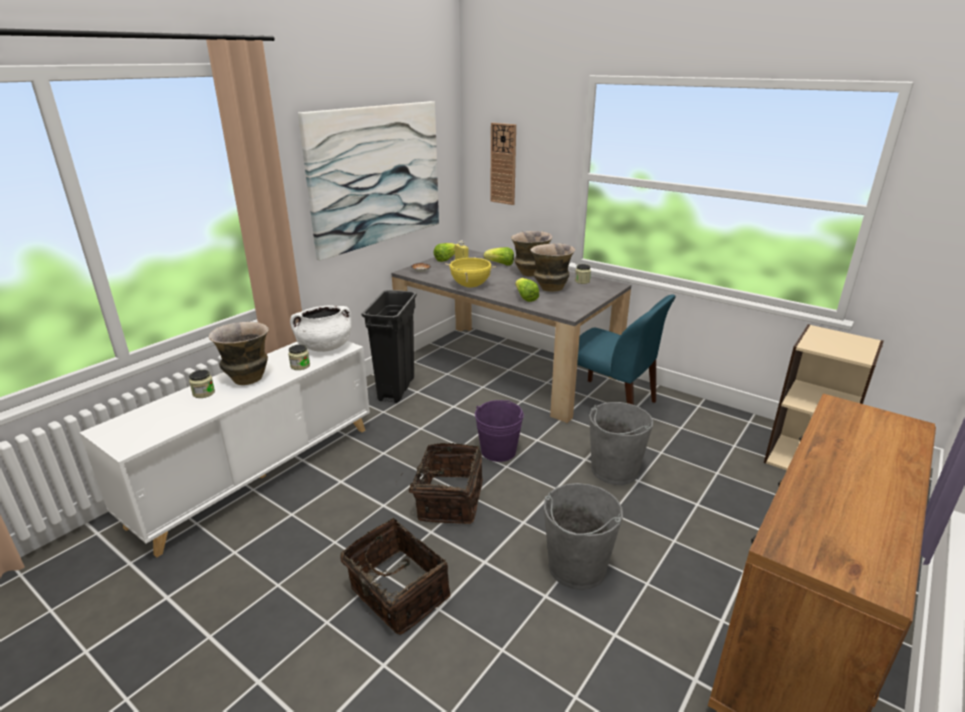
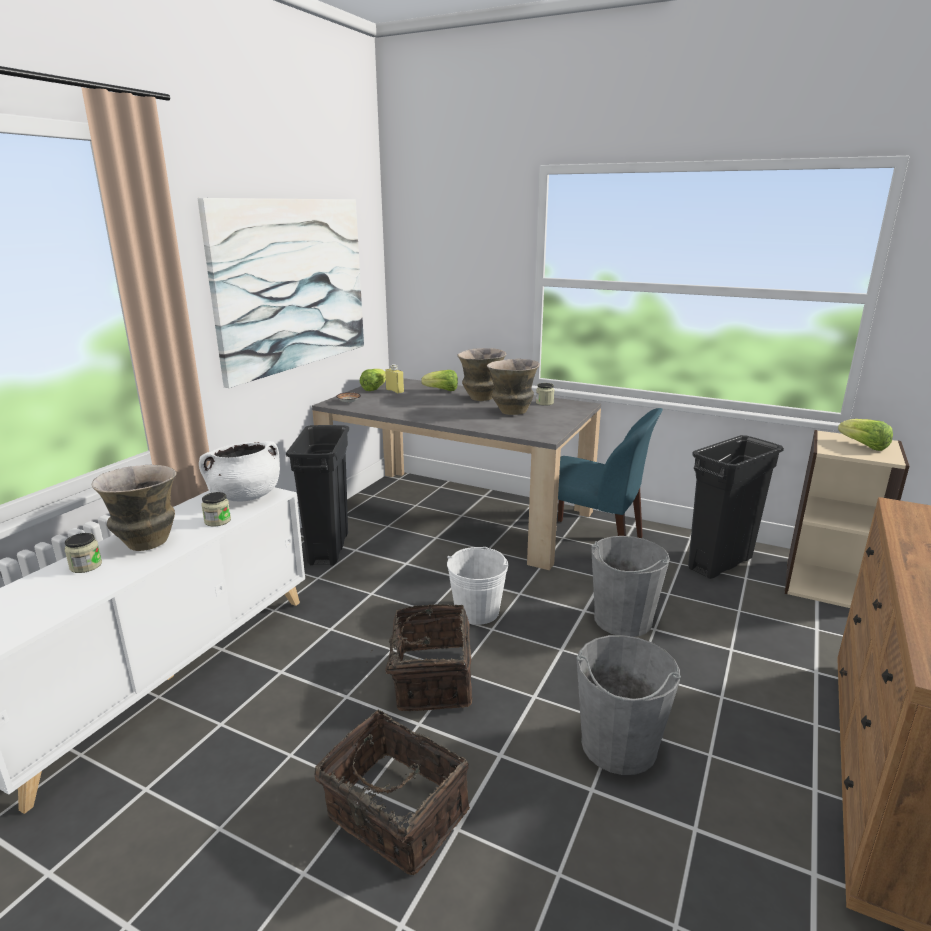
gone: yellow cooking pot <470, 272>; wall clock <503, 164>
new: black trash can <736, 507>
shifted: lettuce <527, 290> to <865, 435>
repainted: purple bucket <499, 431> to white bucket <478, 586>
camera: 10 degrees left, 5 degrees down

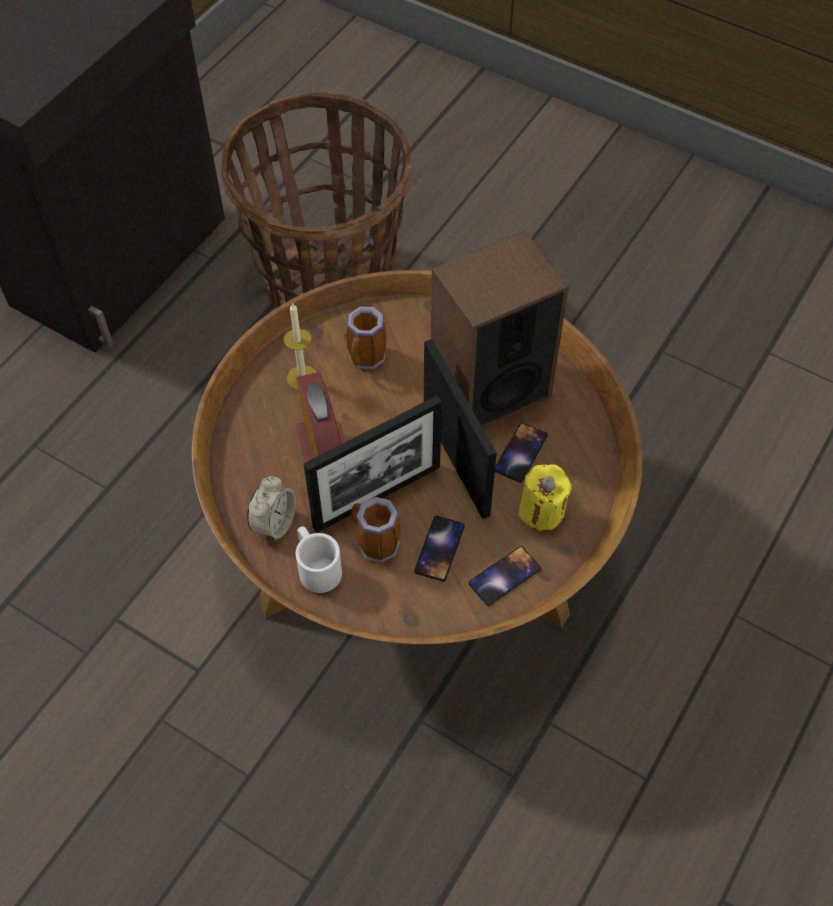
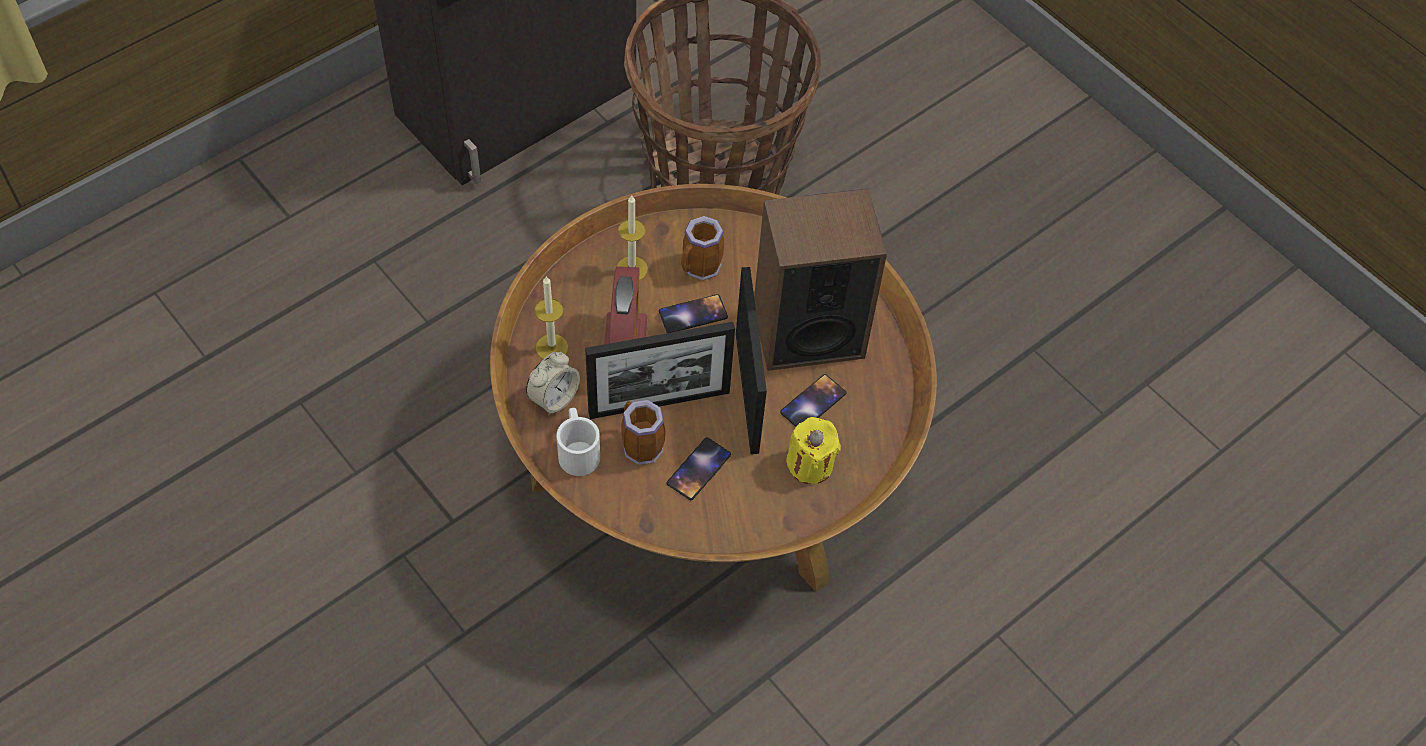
new: candle <551, 317>
shifted: phone <504, 576> to <693, 313>
camera: 15 degrees right, 0 degrees up

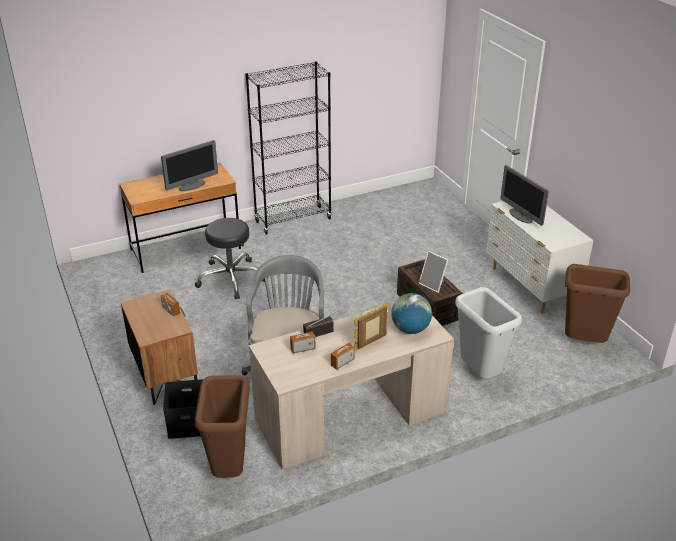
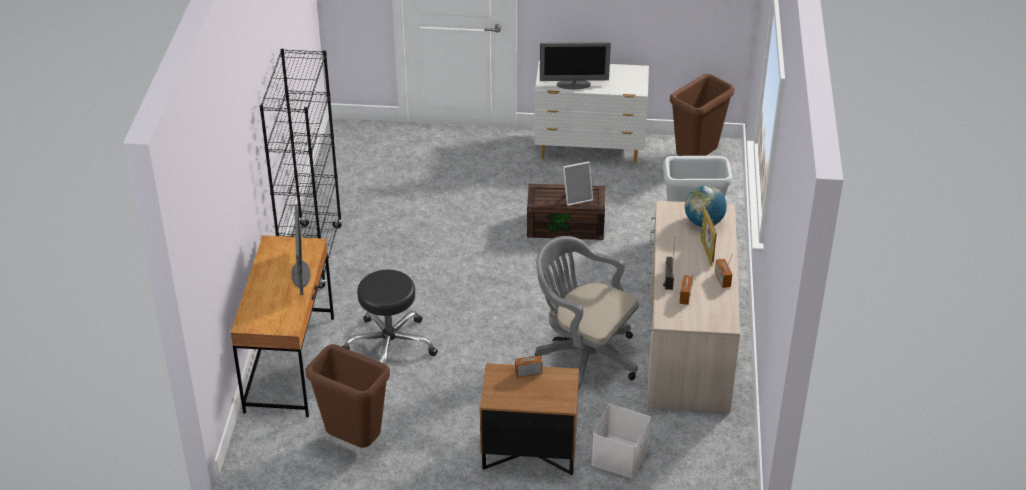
shifted: brown trash can <222, 426> to <348, 396>
repainted: black storage box <183, 409> to white storage box <621, 441>
camera: 60 degrees left, 5 degrees up

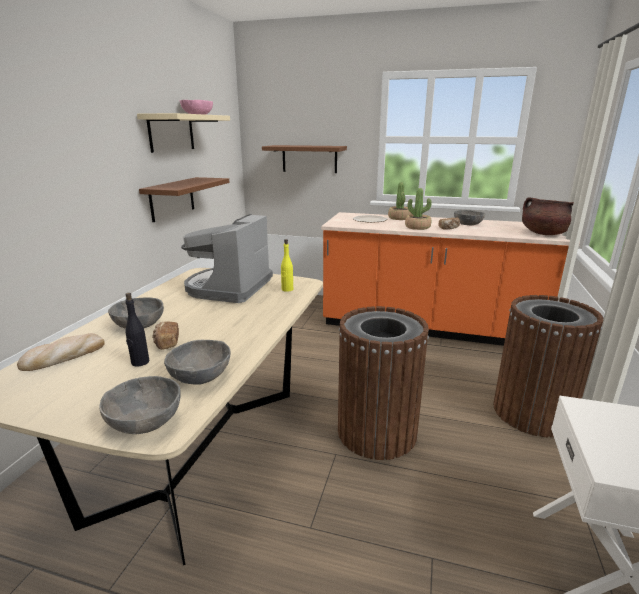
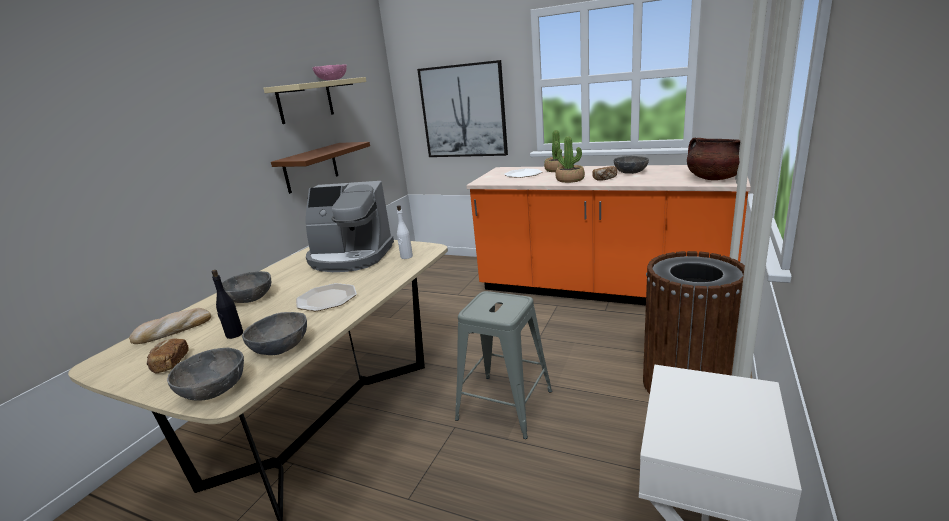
new: plate <326, 297>
shifted: bread <165, 335> to <168, 356>
swapped: brown shelf <304, 159> to picture <462, 108>; brown trash can <383, 383> to grey stool <503, 365>
repainted: yellow bottle <287, 265> to white bottle <405, 232>
rotated: coffee machine <227, 258> = <350, 226> 105 degrees counterclockwise
camera: 10 degrees right, 0 degrees up

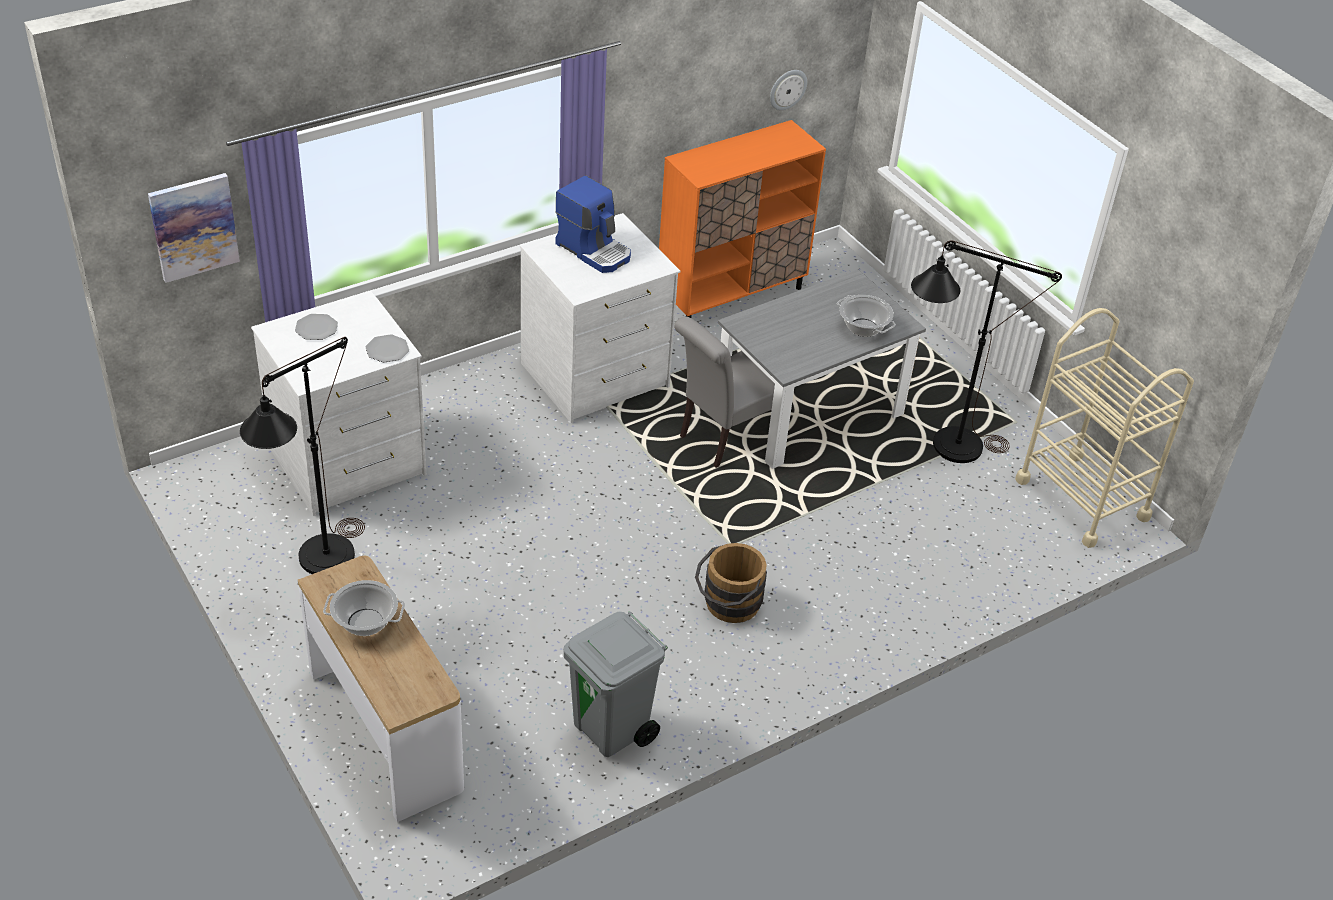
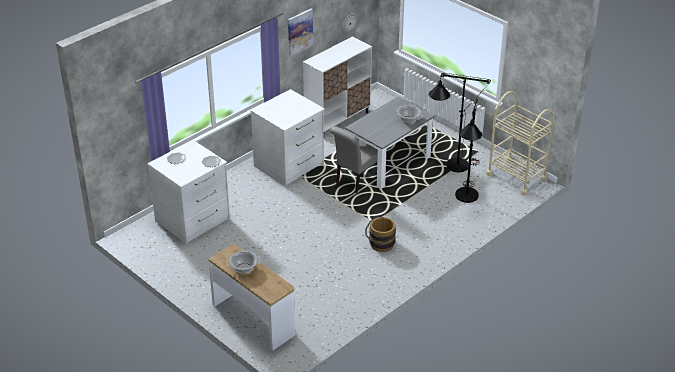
gone: coffee machine <593, 224>; grey trash can <615, 684>
shifted: picture <194, 228> to <300, 32>; black floor lamp <302, 455> to <468, 151>
repainted: orange cabinet <742, 219> to white cabinet <337, 84>
camera: 10 degrees left, 5 degrees down

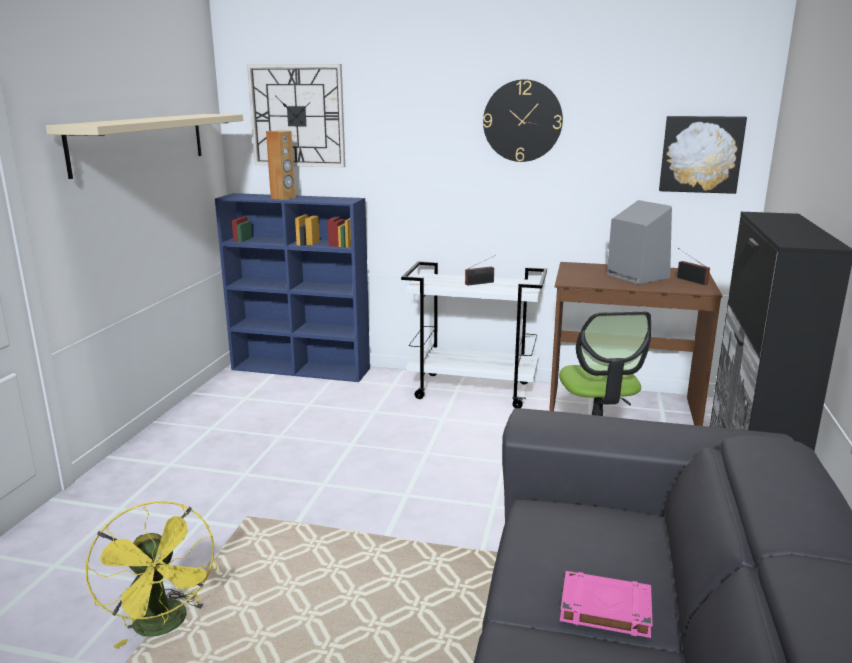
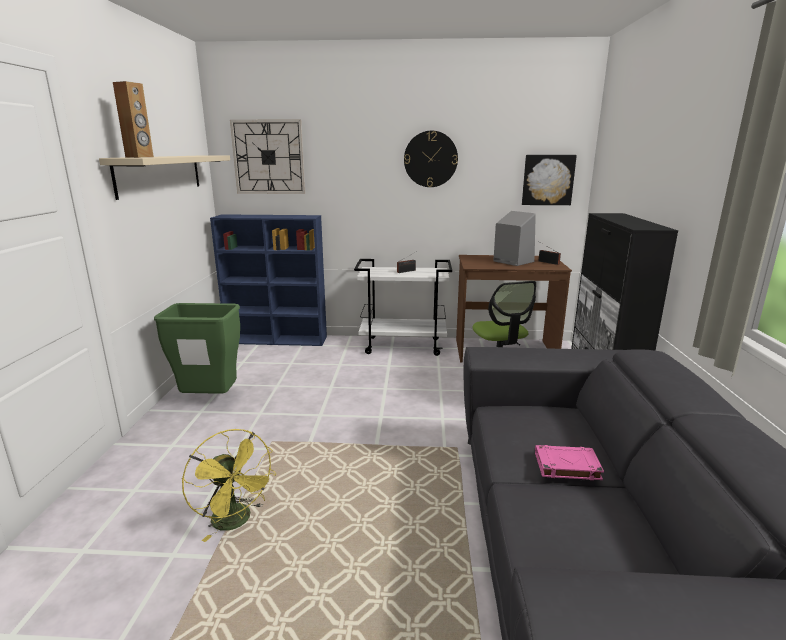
new: green trash can <197, 348>
shifted: brown speaker <280, 165> to <133, 119>
camera: 10 degrees left, 0 degrees up

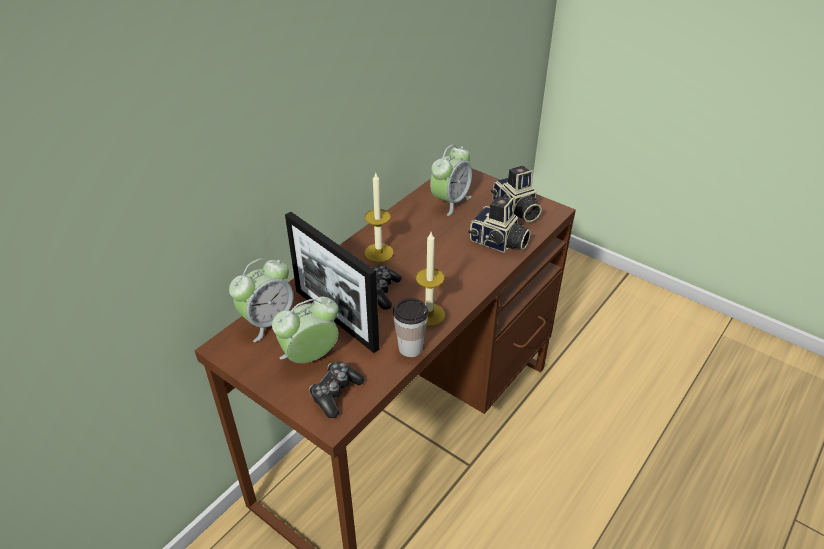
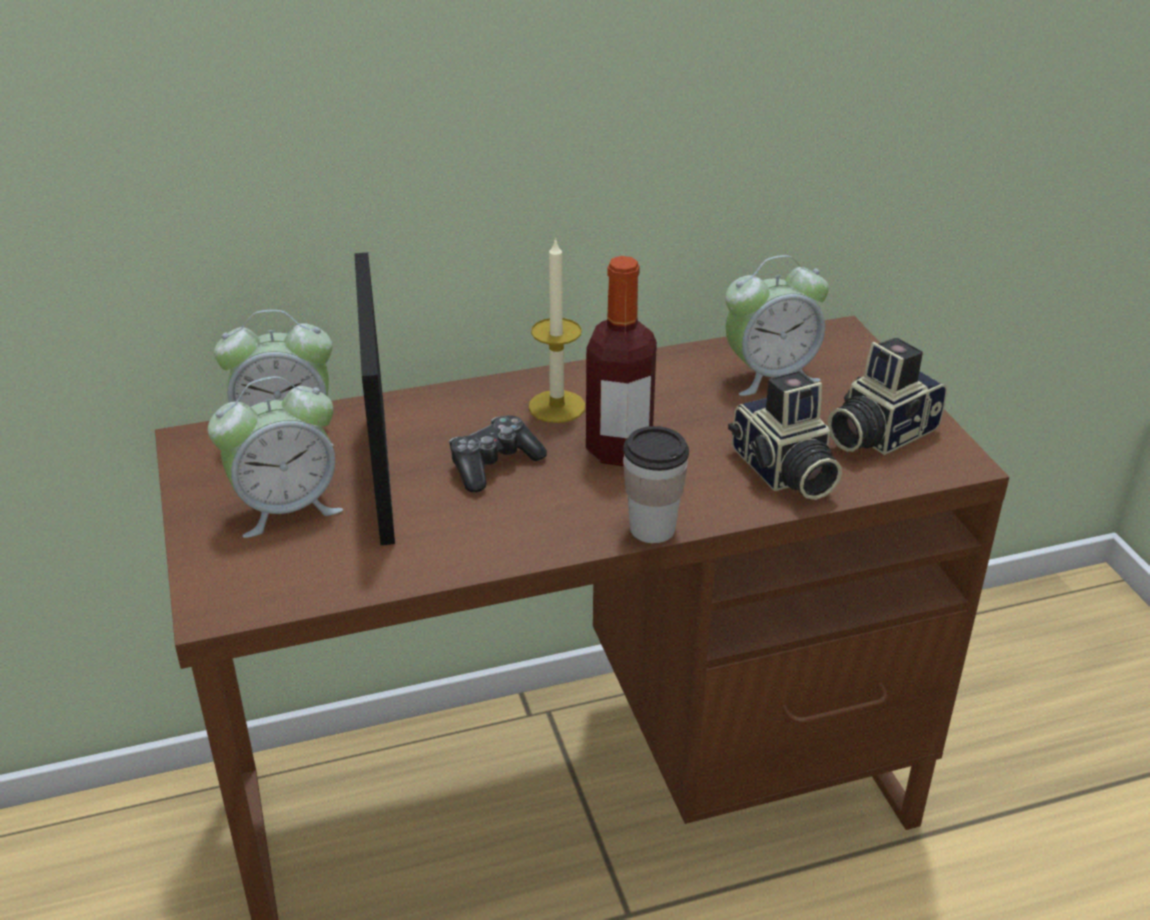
gone: game controller <337, 389>; candle <430, 279>
new: bottle <621, 361>
shifted: cup <410, 327> to <656, 484>
rotated: alarm clock <305, 330> = <275, 457> 150 degrees clockwise; photo camera <516, 193> = <887, 396> 45 degrees clockwise
camera: 35 degrees right, 5 degrees down

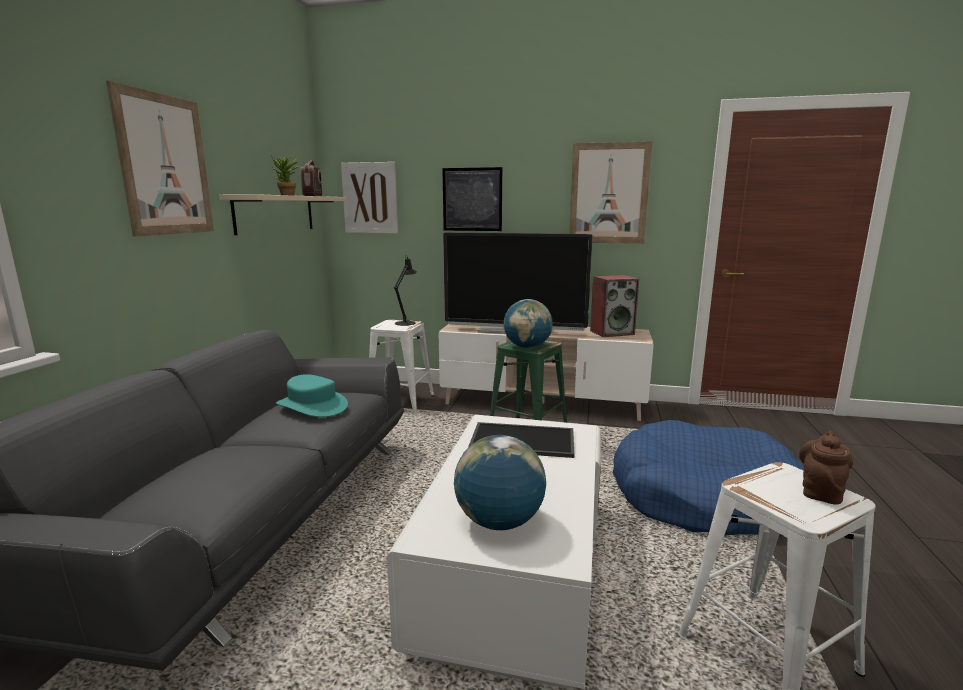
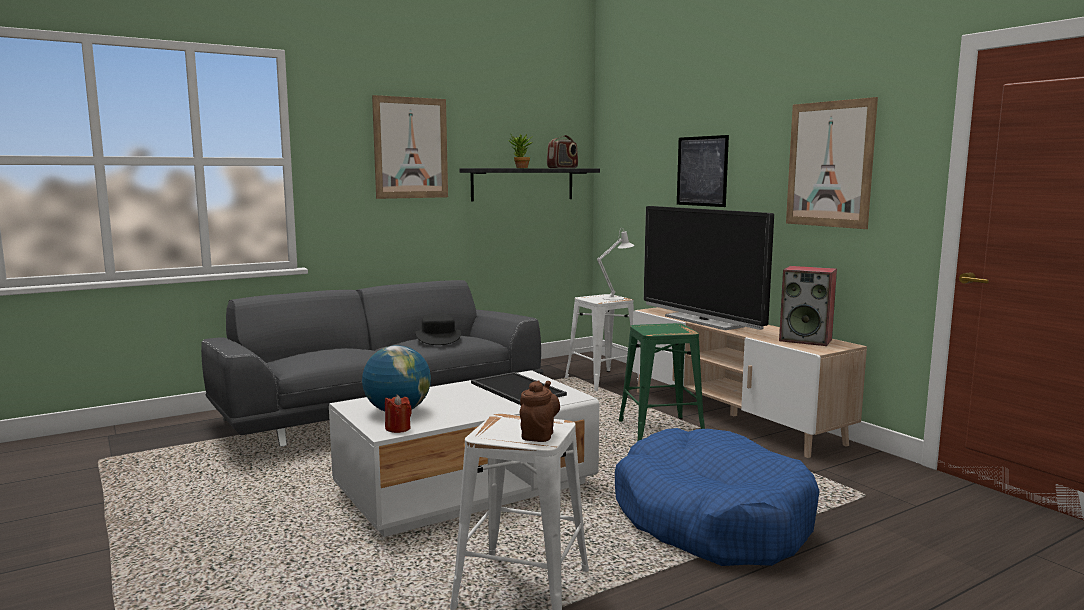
gone: picture <369, 197>; globe <528, 323>
new: red candle <398, 414>
repainted: beige shelf <282, 214> to black shelf <529, 185>; turquoise hat <312, 395> to black hat <438, 329>; black table lamp <405, 291> to white table lamp <615, 264>
rotated: brown teapot <826, 467> = <540, 411> 60 degrees counterclockwise
camera: 45 degrees right, 5 degrees down

